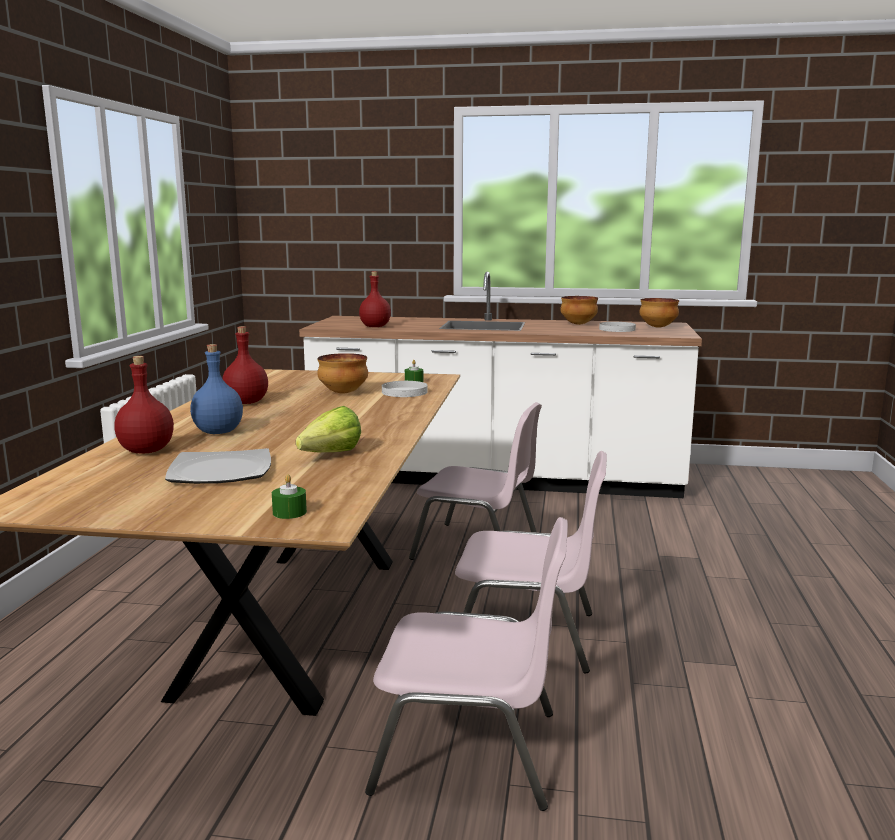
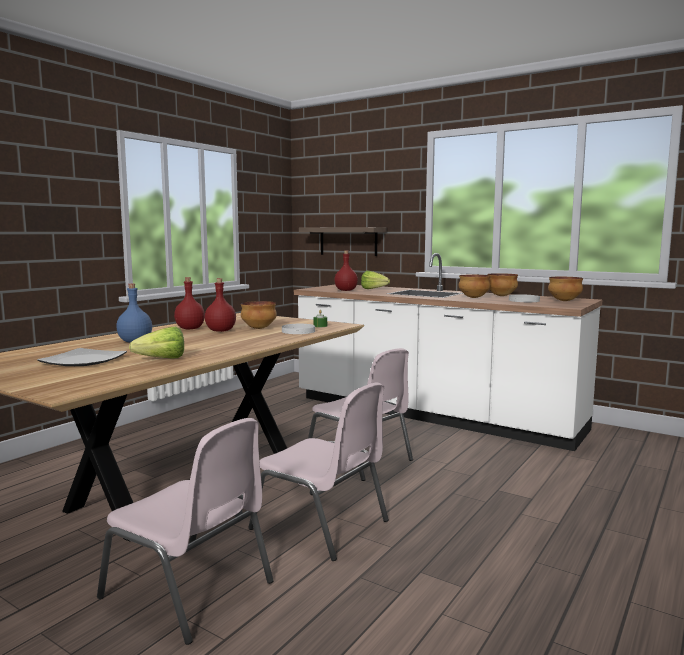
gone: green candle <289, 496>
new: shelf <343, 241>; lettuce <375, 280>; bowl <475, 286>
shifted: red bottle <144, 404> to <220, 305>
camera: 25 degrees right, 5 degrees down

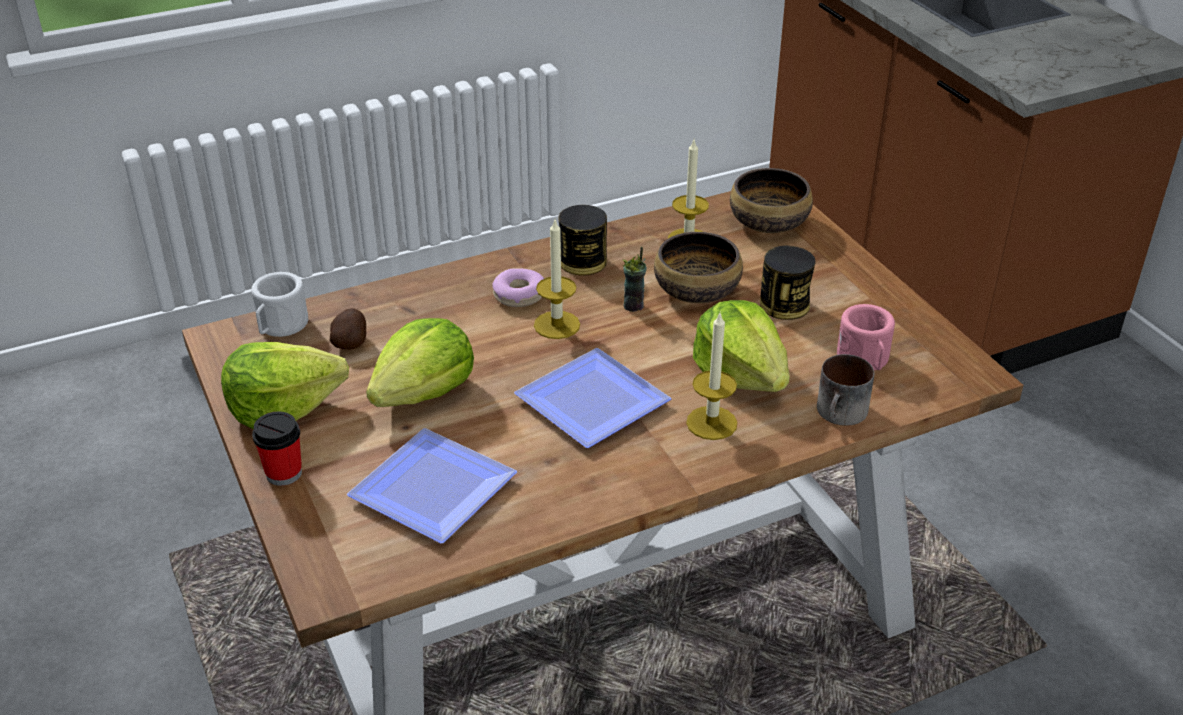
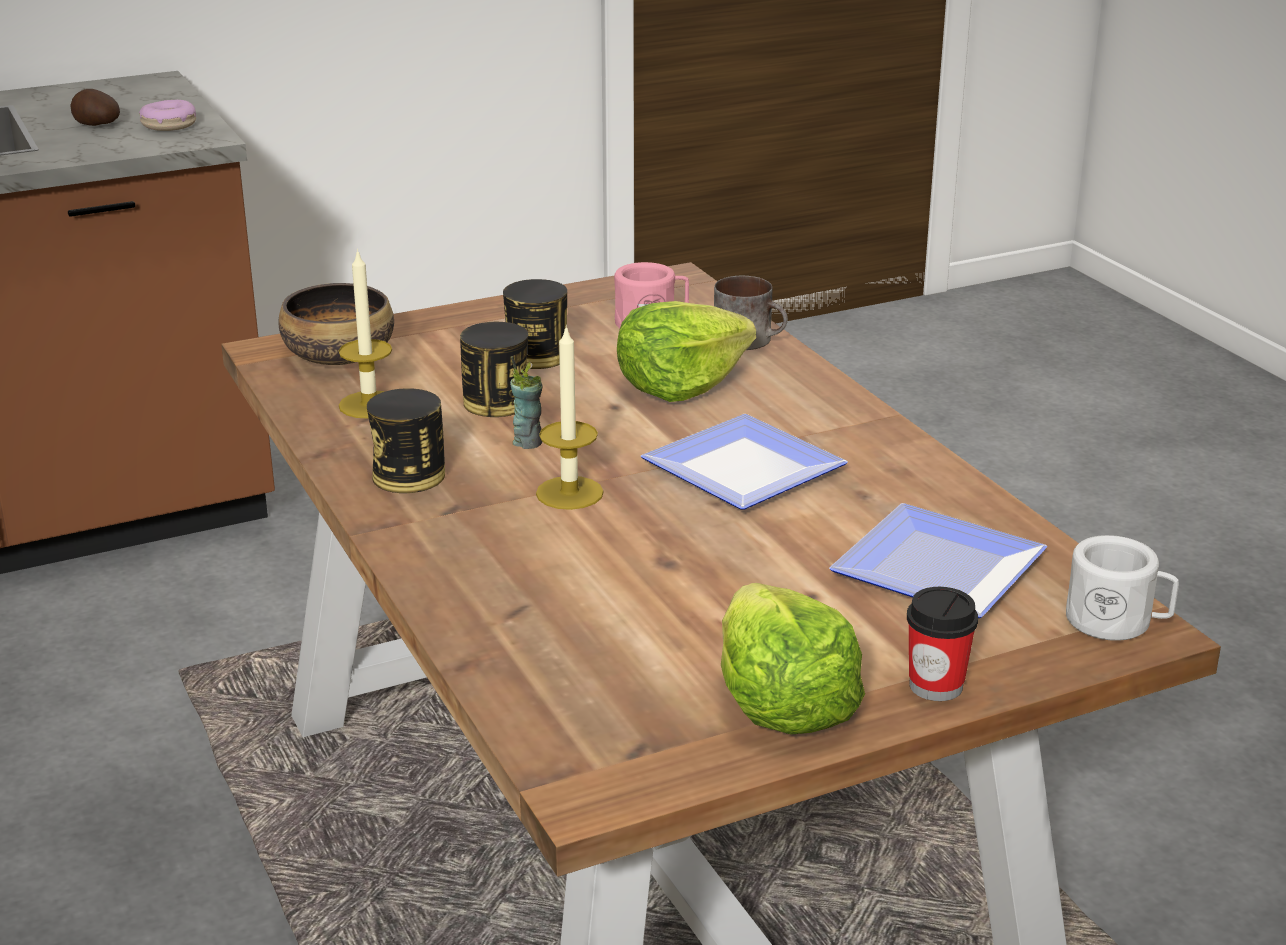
gone: lettuce <420, 362>; candle <712, 376>
shifted: white mug <279, 304> to <1122, 588>; potato <348, 329> to <95, 107>; donut <518, 287> to <167, 115>
swapped: bowl <698, 267> to can <494, 369>
camera: 90 degrees left, 10 degrees down

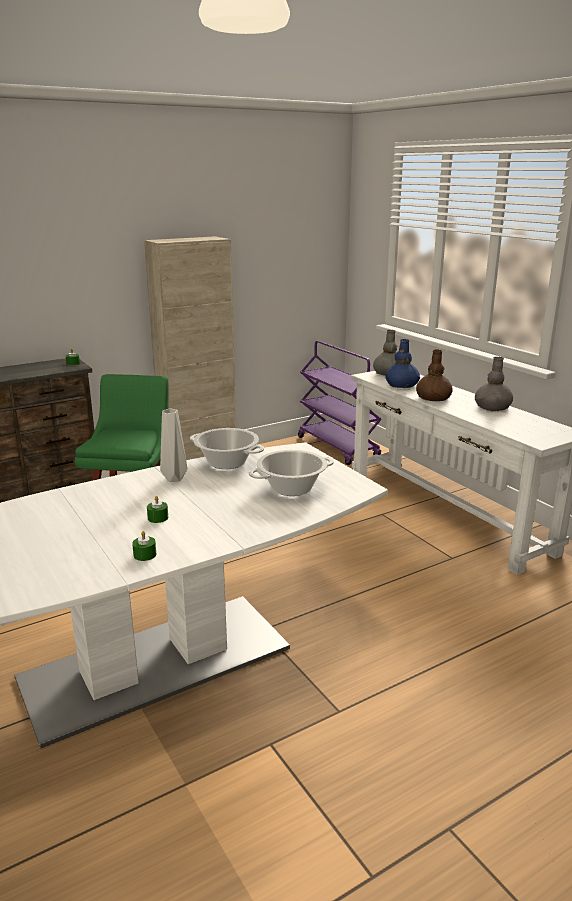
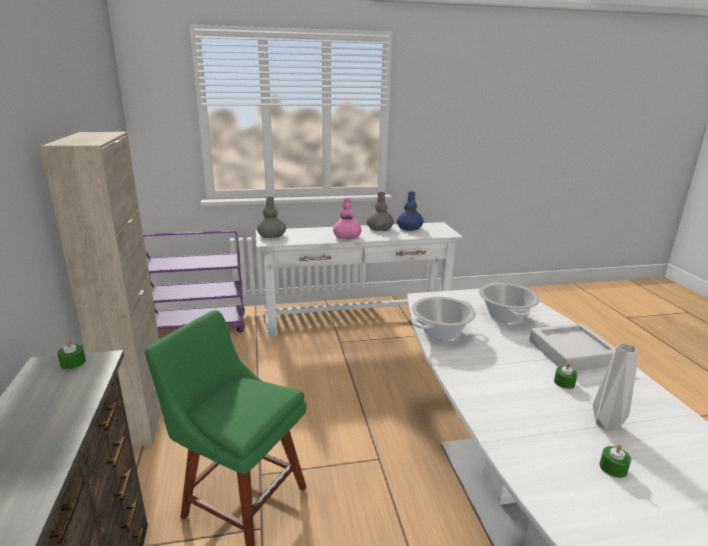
new: grey tray <572, 347>
shifted: green candle <144, 546> to <615, 461>; grey vase <173, 445> to <616, 387>; blue vase <403, 363> to <409, 211>
repainted: brown vase <434, 375> to pink vase <347, 219>
camera: 70 degrees left, 0 degrees up

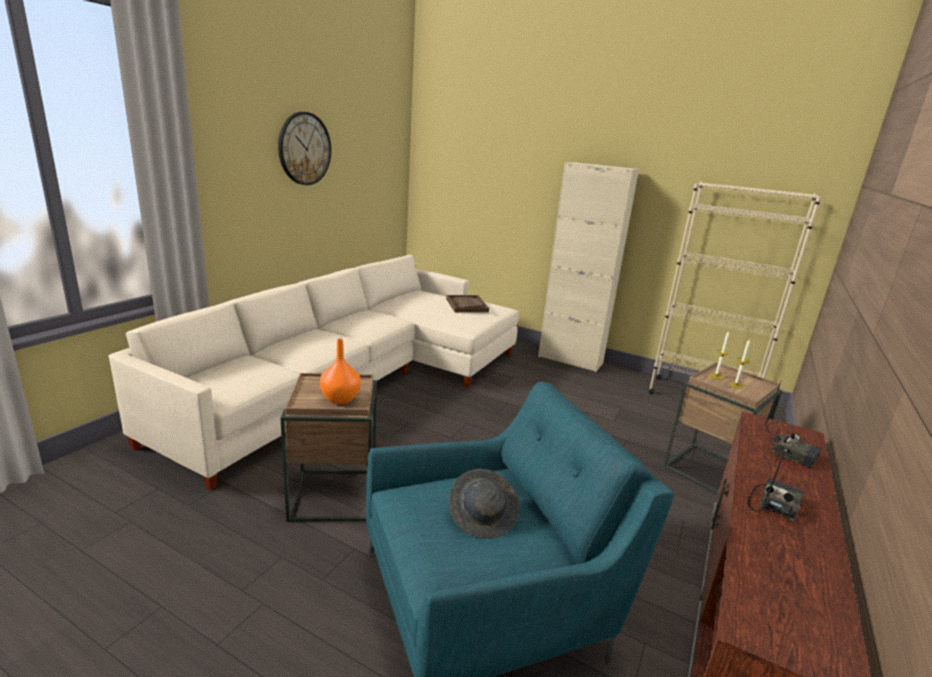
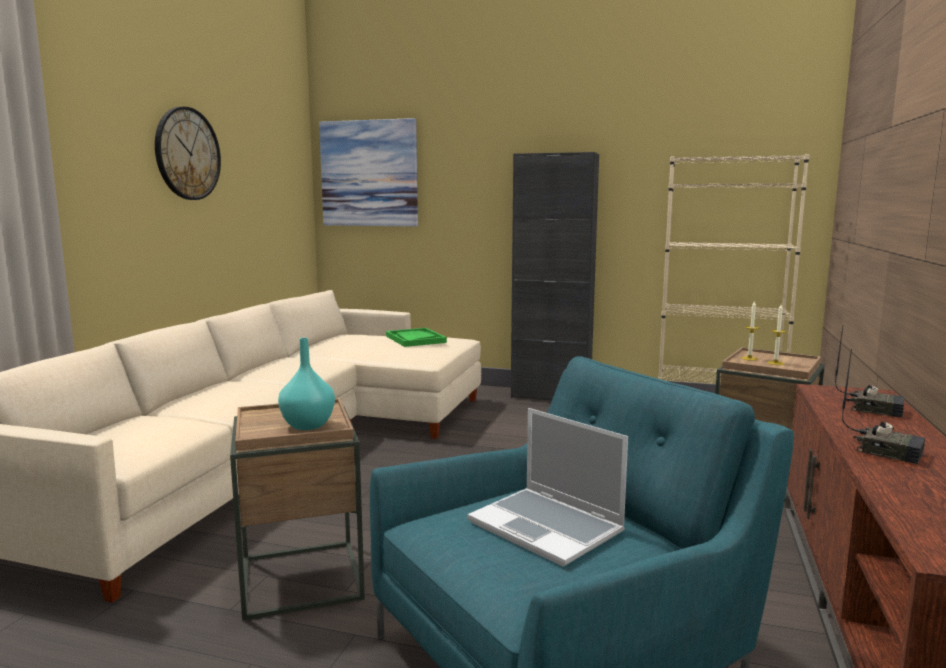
new: picture <368, 172>
swapped: grey hat <484, 504> to laptop <547, 487>
repainted: orange vase <340, 371> to turquoise vase <306, 384>; brown tray <467, 304> to green tray <416, 337>; beige cabinet <588, 267> to black cabinet <555, 276>
rotated: radio <775, 486> = <883, 406> 105 degrees clockwise
camera: 10 degrees left, 10 degrees down

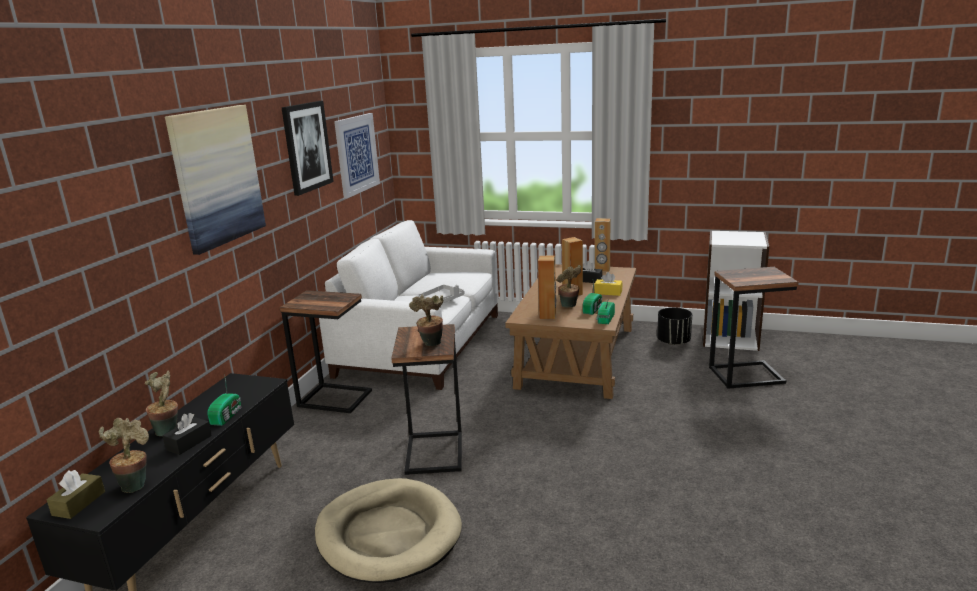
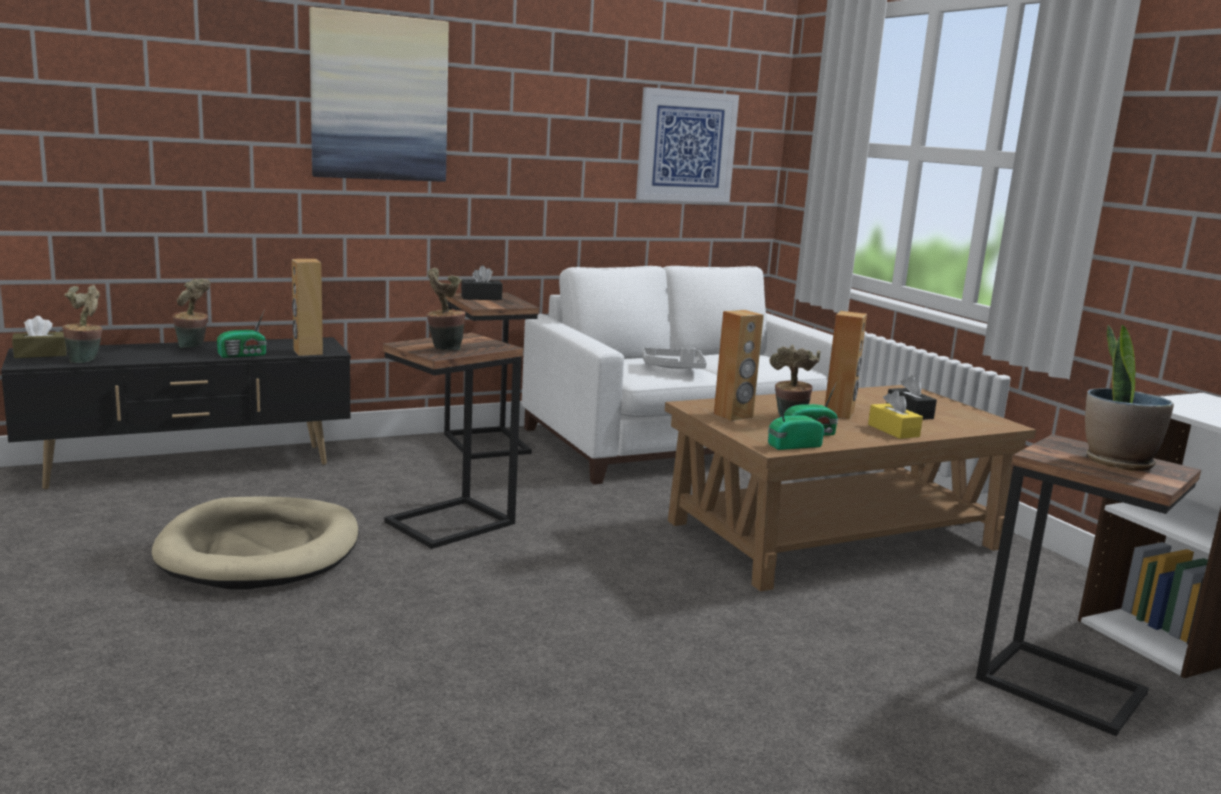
gone: picture <307, 148>; black planter <674, 326>
new: potted plant <1129, 398>
shifted: black tissue box <187, 434> to <482, 282>; brown speaker <602, 245> to <307, 307>
camera: 45 degrees right, 5 degrees down

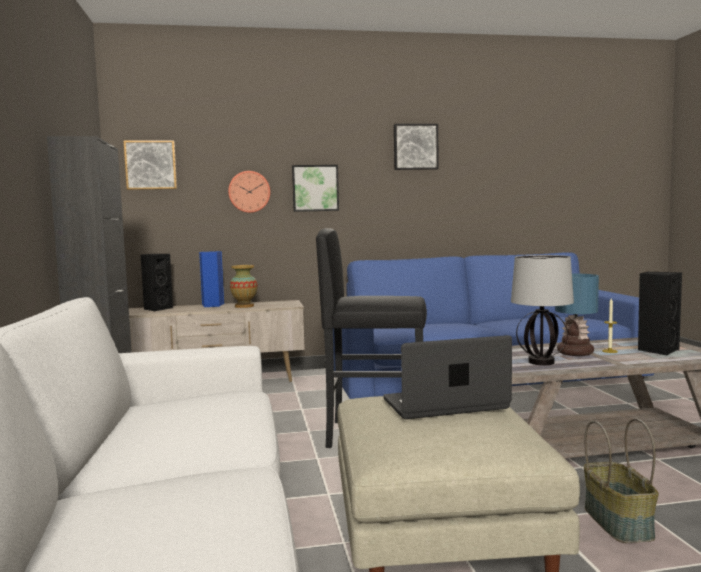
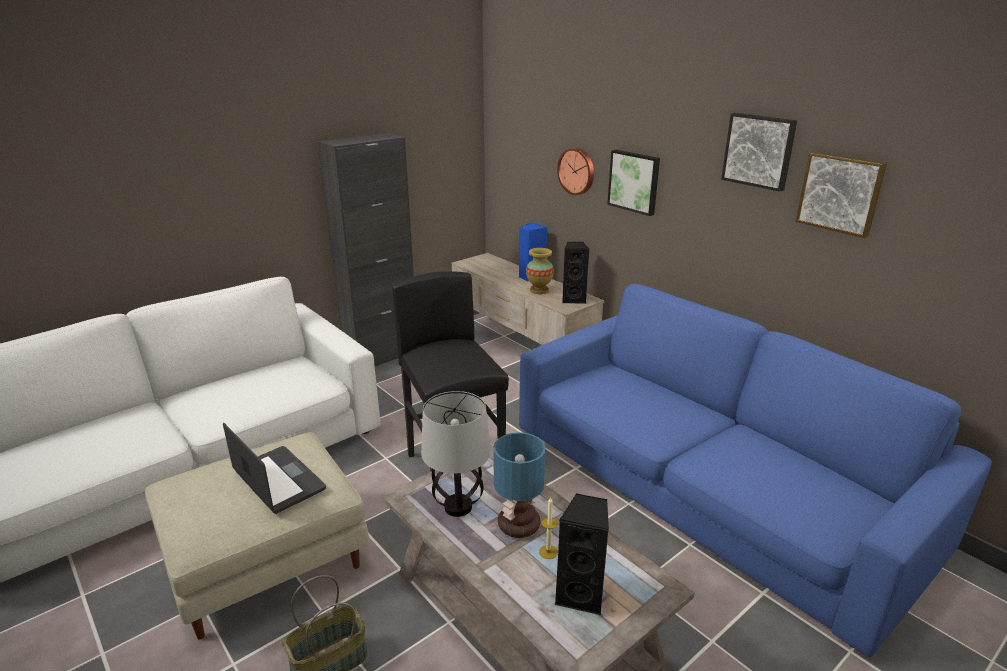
shifted: picture <150, 165> to <841, 195>; black speaker <157, 282> to <575, 273>
camera: 60 degrees right, 20 degrees up

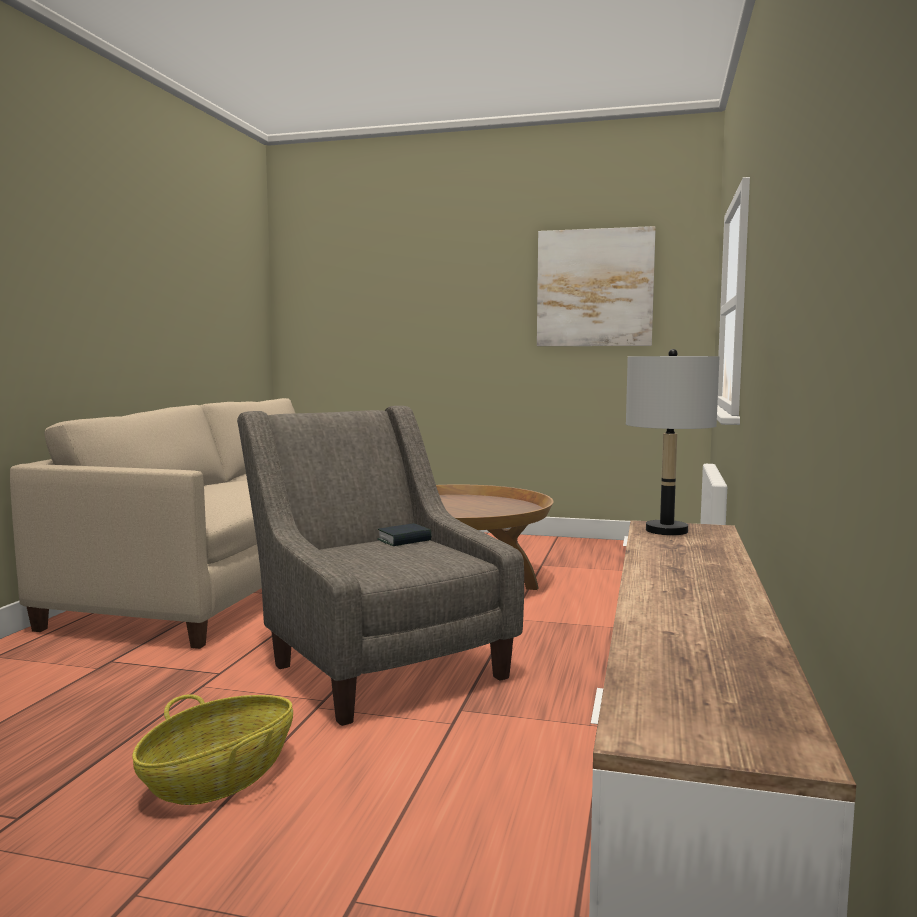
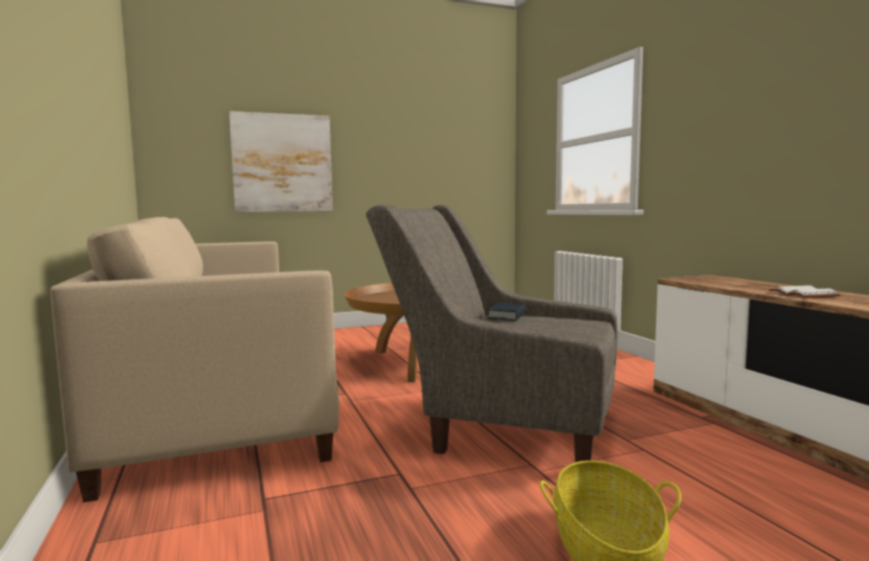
gone: grey table lamp <673, 442>
new: white book <804, 291>
shifted: picture <596, 286> to <281, 161>
camera: 35 degrees left, 0 degrees up

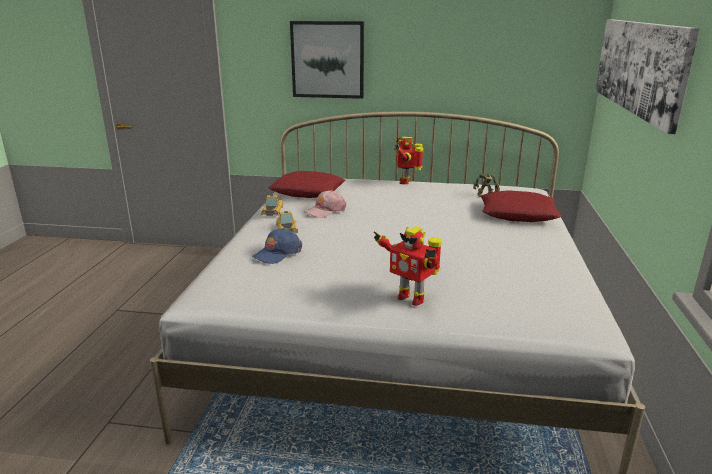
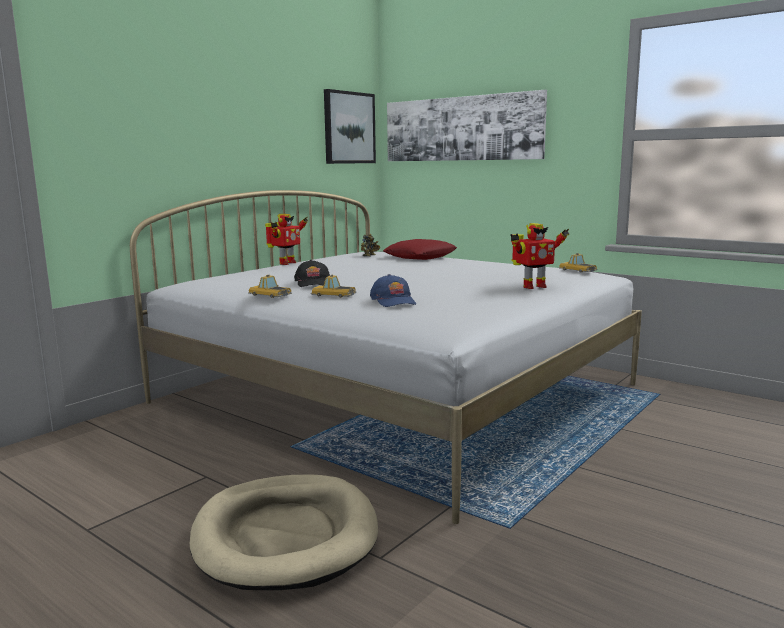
gone: red pillow <307, 184>
new: beige dog bed <284, 532>; toy car <578, 263>
shifted: picture <327, 60> to <350, 126>
repainted: pink cap <325, 204> to black cap <312, 273>
rotated: toy robot <408, 160> = <287, 239> 90 degrees counterclockwise
camera: 60 degrees left, 10 degrees down

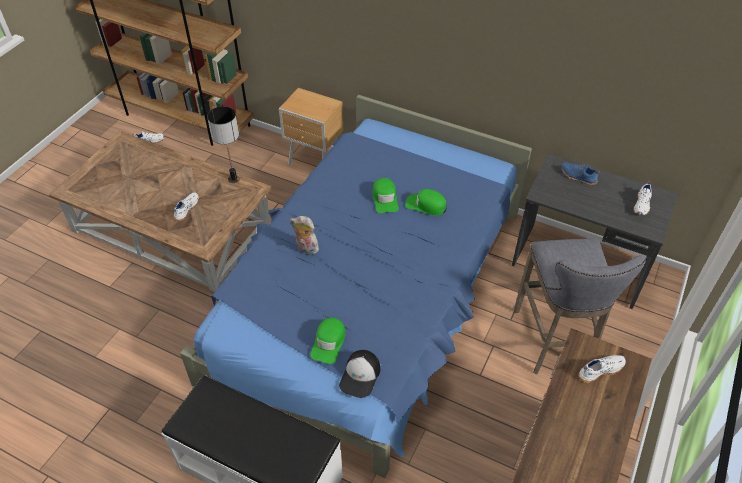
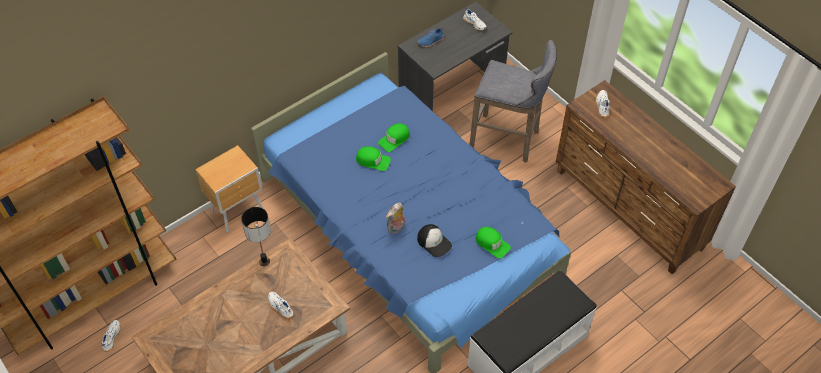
shifted: cap <359, 374> to <434, 240>
camera: 65 degrees left, 5 degrees up

